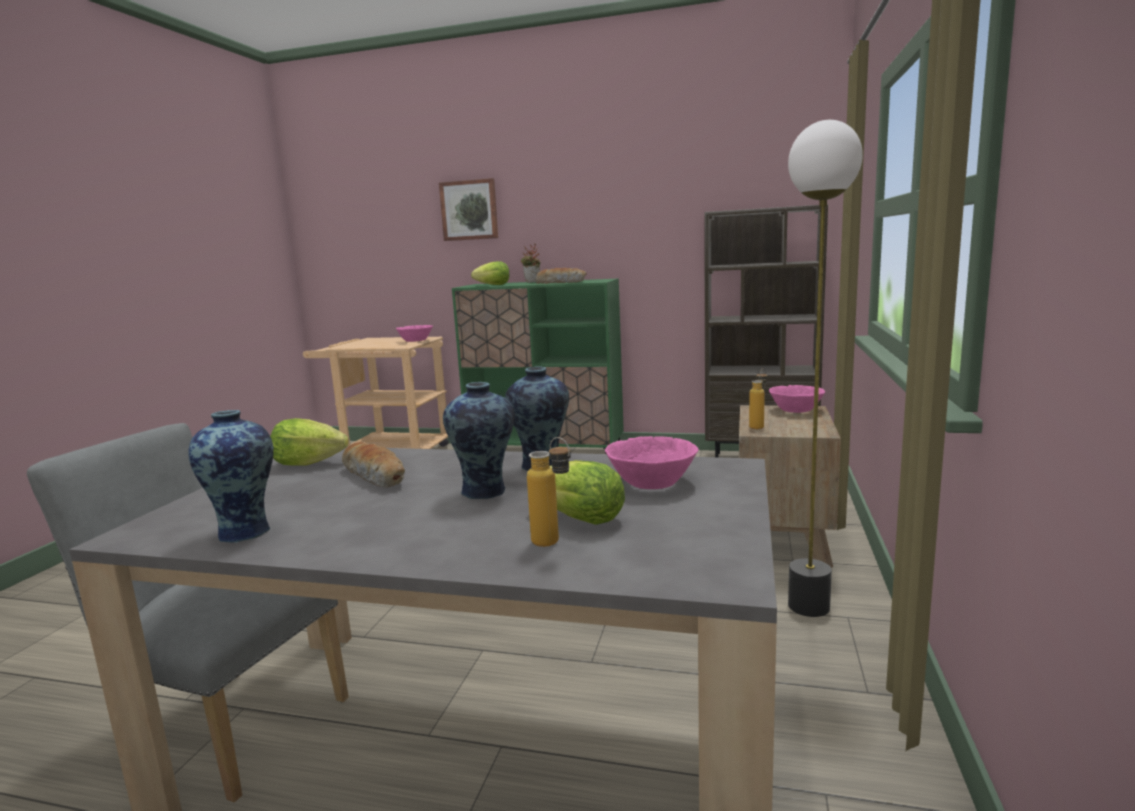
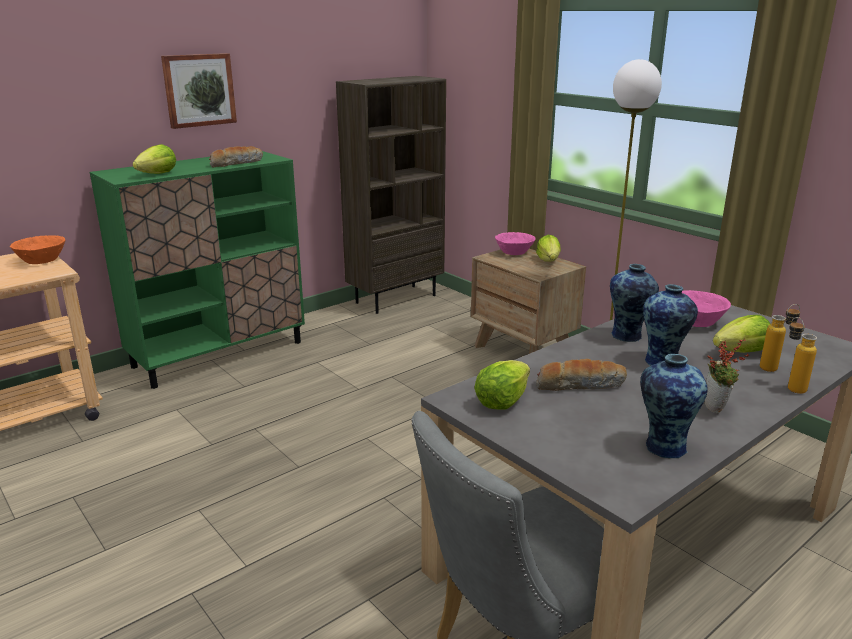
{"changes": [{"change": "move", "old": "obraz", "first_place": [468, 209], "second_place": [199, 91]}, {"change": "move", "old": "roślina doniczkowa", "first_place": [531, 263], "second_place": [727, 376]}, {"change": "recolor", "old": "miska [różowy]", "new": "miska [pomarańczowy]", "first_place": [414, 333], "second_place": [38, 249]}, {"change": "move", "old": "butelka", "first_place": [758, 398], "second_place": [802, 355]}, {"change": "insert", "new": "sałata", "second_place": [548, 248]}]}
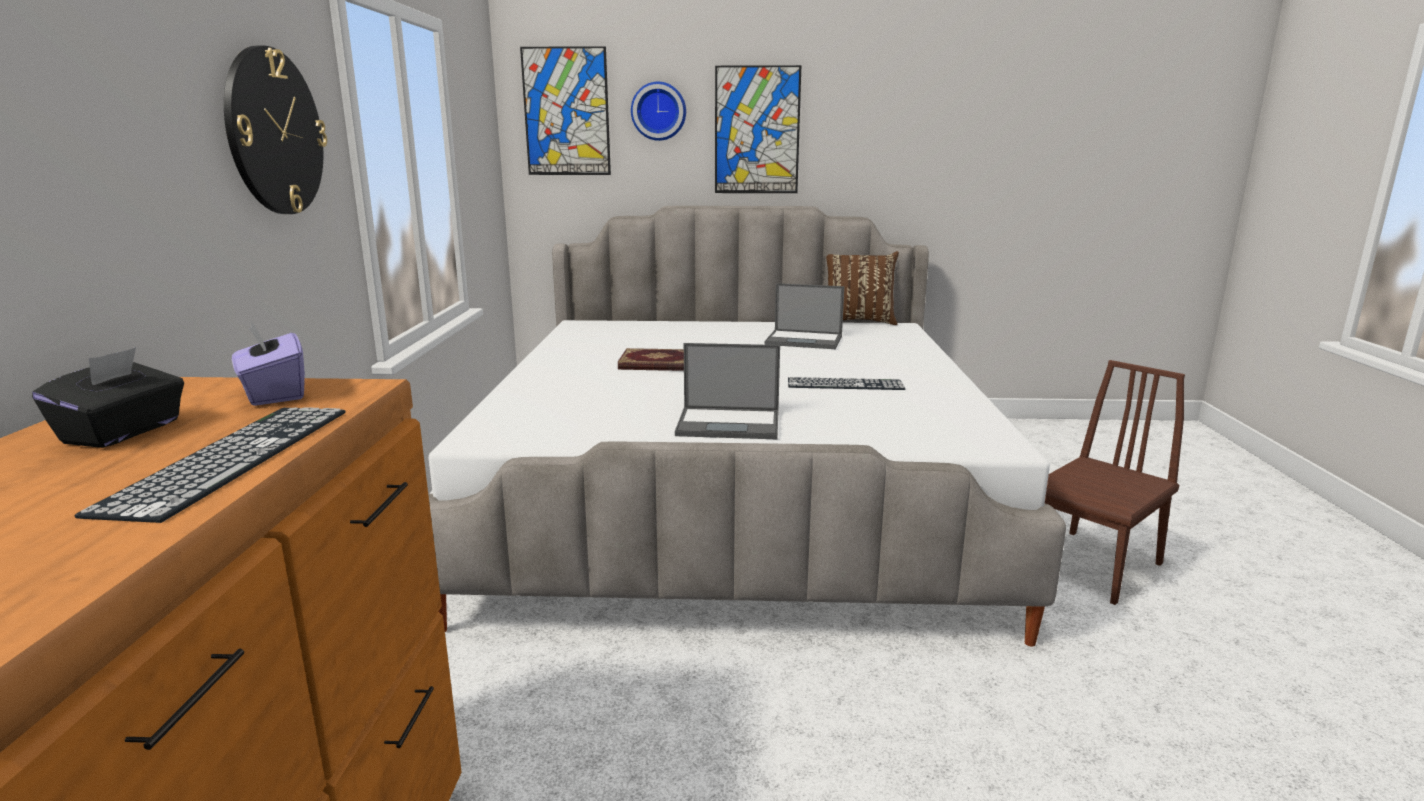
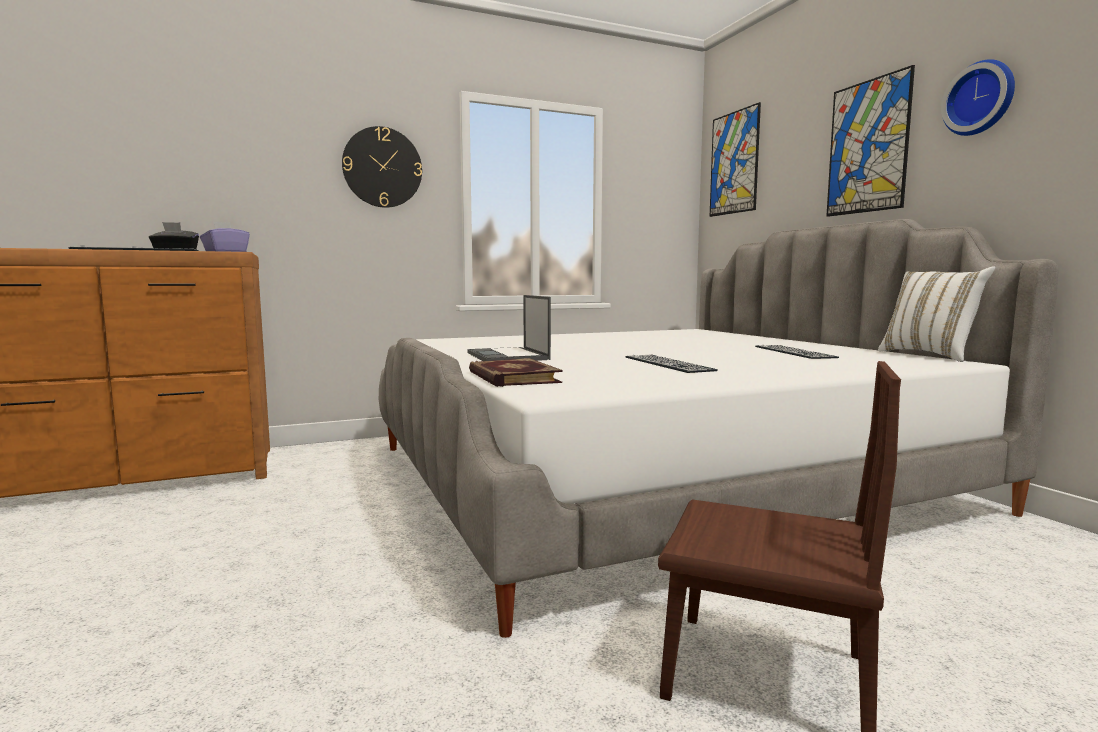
{"changes": [{"change": "move", "old": "zegar ścienny", "first_place": [658, 111], "second_place": [978, 97]}, {"change": "recolor", "old": "poduszka [brązowy]", "new": "poduszka [biały]", "first_place": [862, 288], "second_place": [937, 314]}, {"change": "replace", "old": "laptop", "new": "klawiatura", "first_place": [804, 316], "second_place": [797, 352]}, {"change": "move", "old": "książka", "first_place": [651, 359], "second_place": [515, 372]}]}
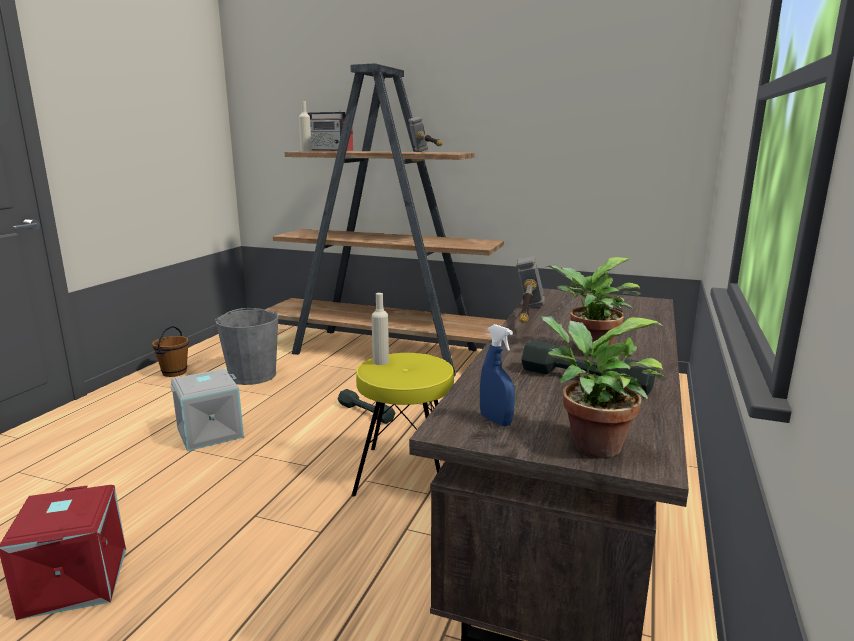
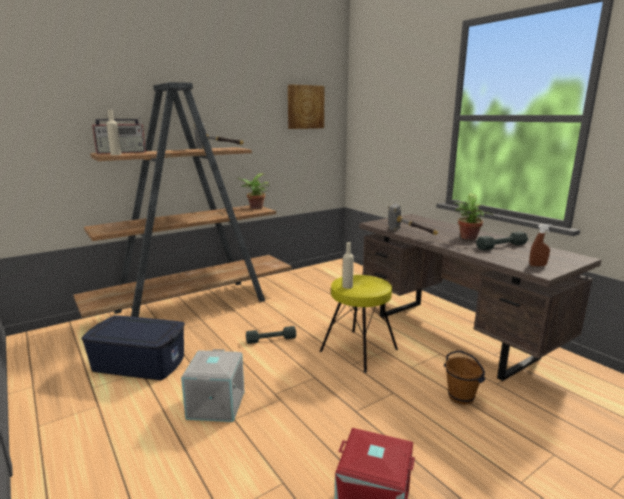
{"changes": [{"change": "replace", "old": "wiadro [szary]", "new": "pojemnik do przechowywania [niebieski]", "first_place": [246, 346], "second_place": [133, 347]}, {"change": "move", "old": "roślina doniczkowa", "first_place": [602, 386], "second_place": [253, 191]}, {"change": "recolor", "old": "spryskiwacz [niebieski]", "new": "spryskiwacz [brązowy]", "first_place": [497, 375], "second_place": [540, 245]}, {"change": "move", "old": "wiadro [brązowy]", "first_place": [170, 351], "second_place": [465, 378]}, {"change": "insert", "new": "obraz", "second_place": [306, 106]}]}
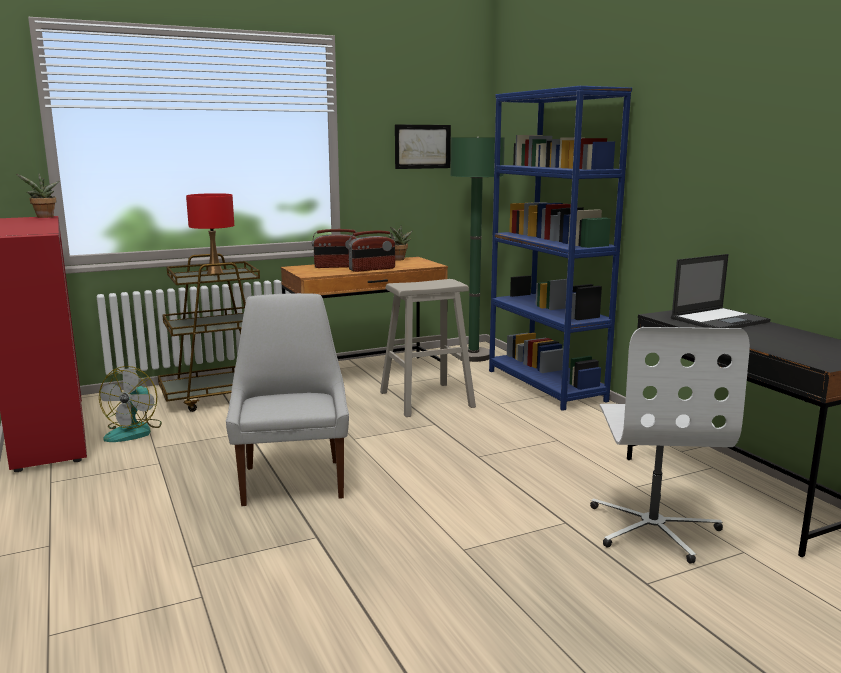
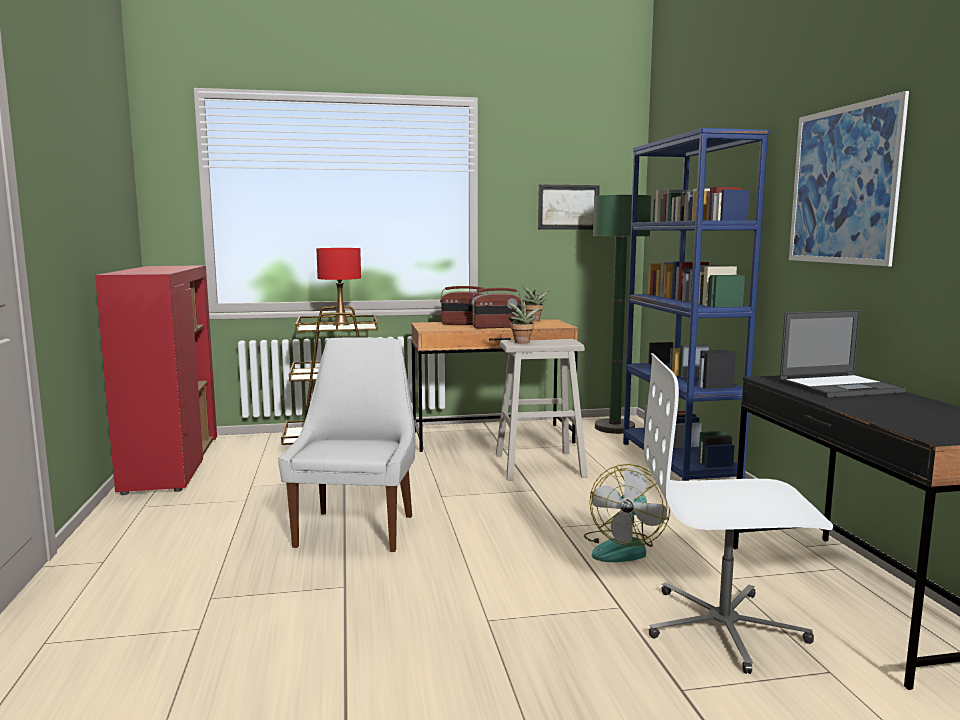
{"changes": [{"change": "move", "old": "roślina doniczkowa", "first_place": [38, 195], "second_place": [524, 321]}, {"change": "rotate", "old": "krzesło biurowe [biały]", "first_place": [670, 445], "second_place": [738, 513], "degrees": 75}, {"change": "move", "old": "wentylator", "first_place": [130, 404], "second_place": [627, 513]}, {"change": "insert", "new": "obraz", "second_place": [849, 178]}]}
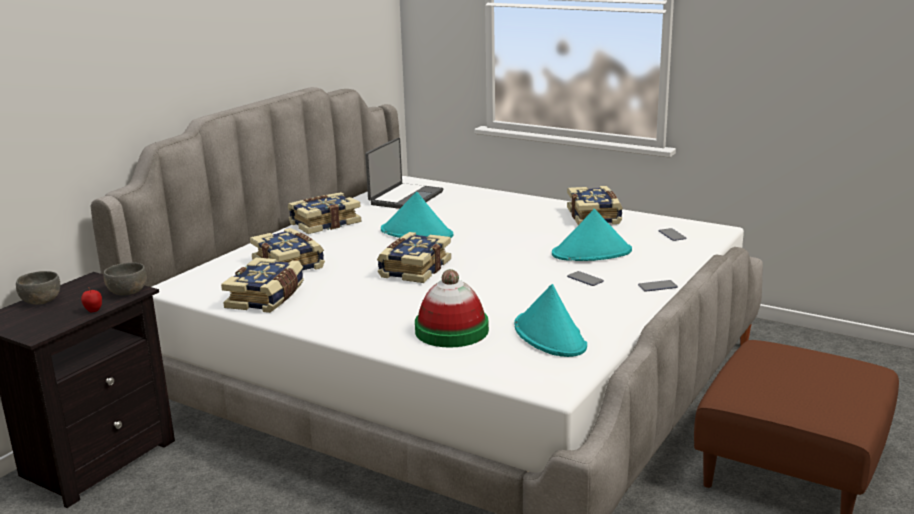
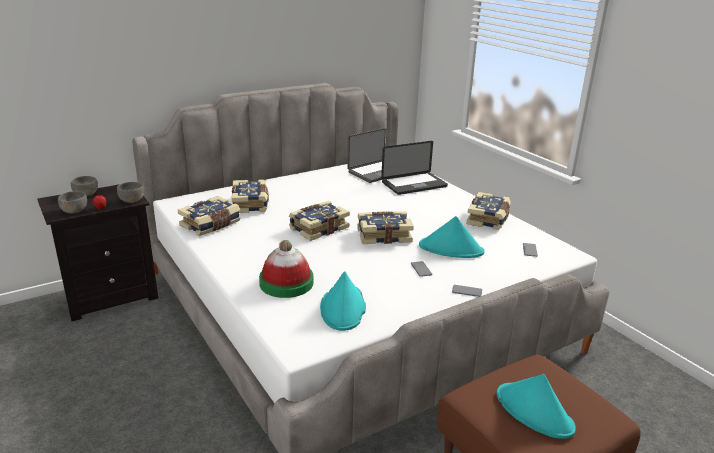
{"changes": [{"change": "move", "old": "książka", "first_place": [324, 213], "second_place": [385, 227]}, {"change": "move", "old": "kapelusz [turkusowy]", "first_place": [417, 215], "second_place": [536, 406]}, {"change": "insert", "new": "laptop", "second_place": [414, 168]}, {"change": "insert", "new": "miska [szary]", "second_place": [72, 202]}]}
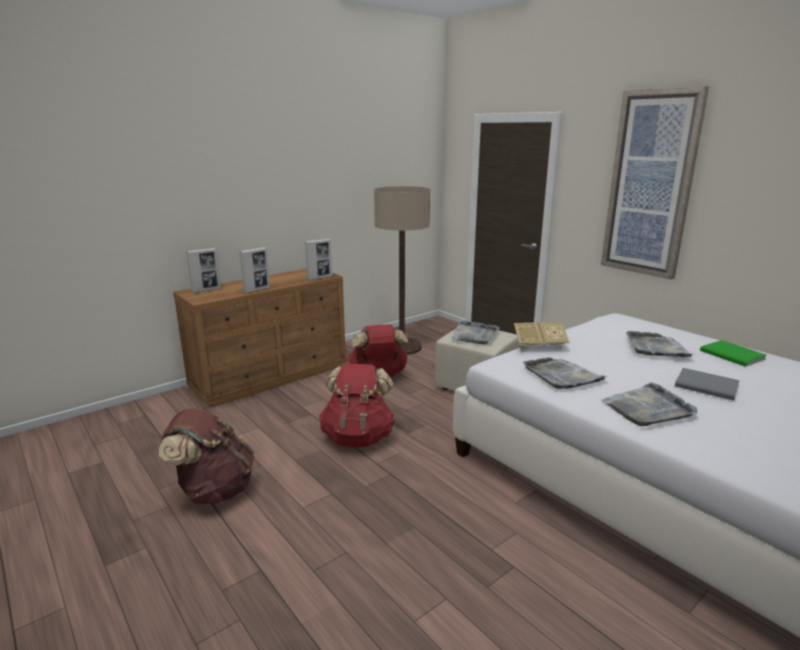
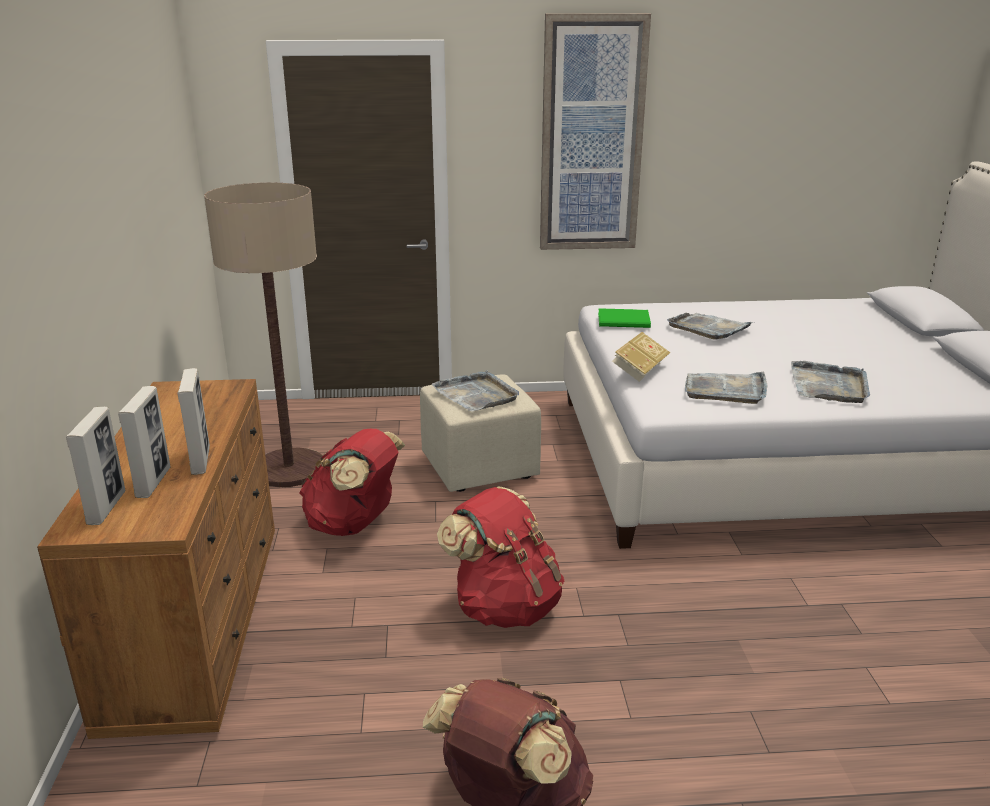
{"changes": [{"change": "move", "old": "ramka na zdjęcie", "first_place": [318, 259], "second_place": [144, 442]}, {"change": "move", "old": "książka [zielony]", "first_place": [733, 353], "second_place": [624, 318]}, {"change": "delete", "old": "książka [szary]", "first_place": [707, 384]}]}
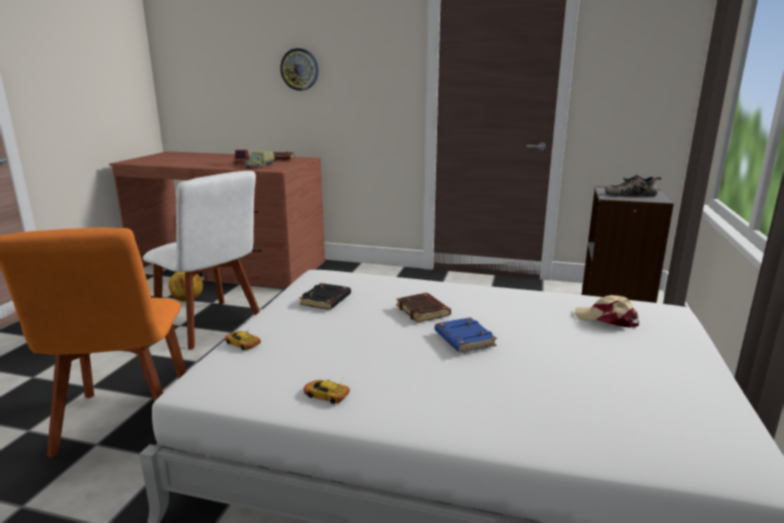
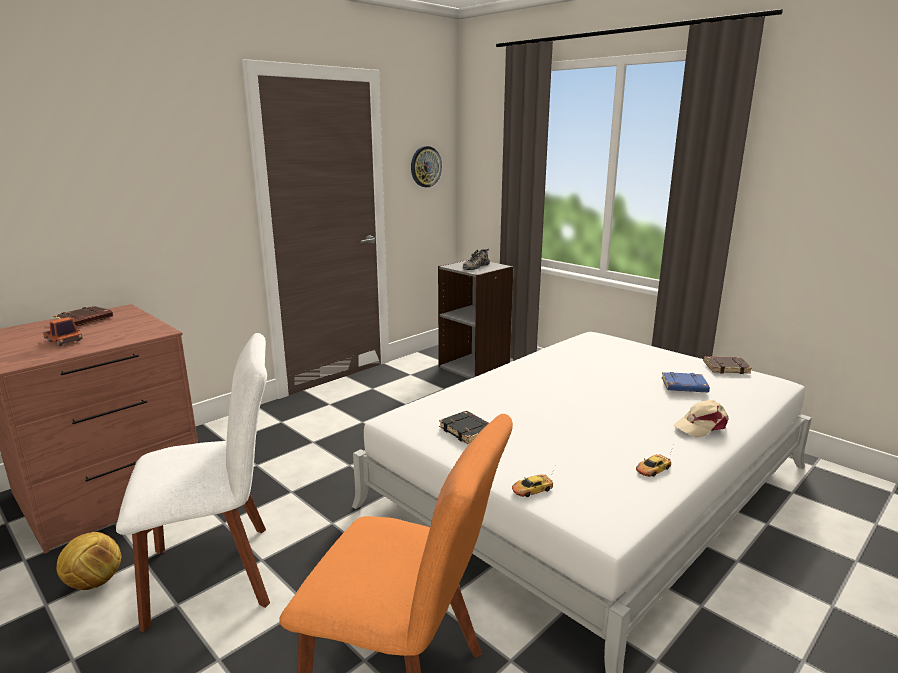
{"changes": [{"change": "move", "old": "zegar ścienny", "first_place": [299, 69], "second_place": [426, 166]}, {"change": "delete", "old": "ciężarówka zabawkowa", "first_place": [260, 159]}, {"change": "move", "old": "książka [brązowy]", "first_place": [423, 308], "second_place": [727, 365]}, {"change": "move", "old": "czapka z daszkiem [beżowy]", "first_place": [606, 311], "second_place": [701, 418]}, {"change": "move", "old": "książka [niebieski]", "first_place": [466, 335], "second_place": [686, 382]}]}
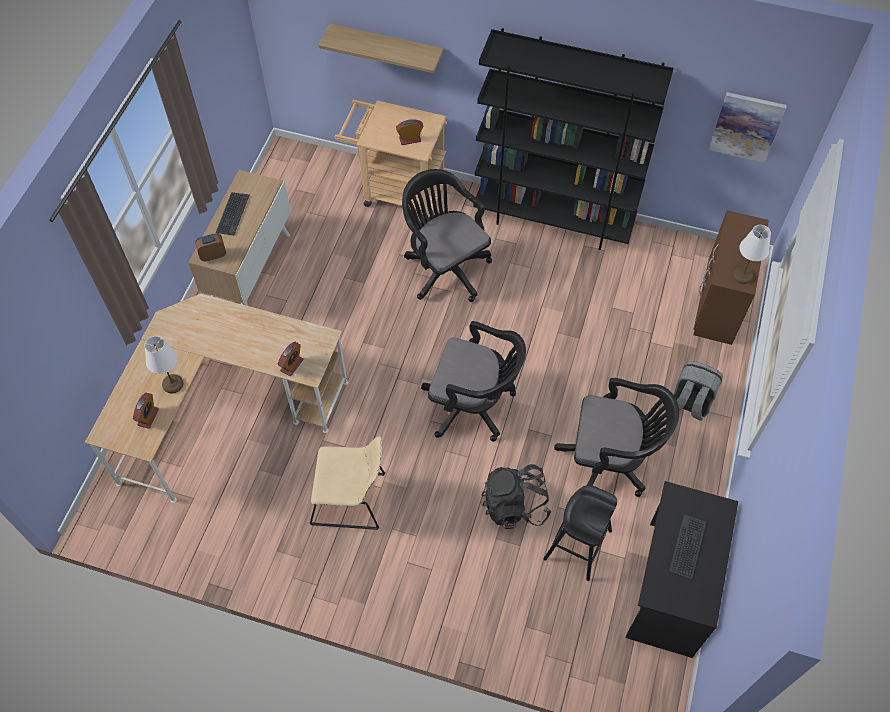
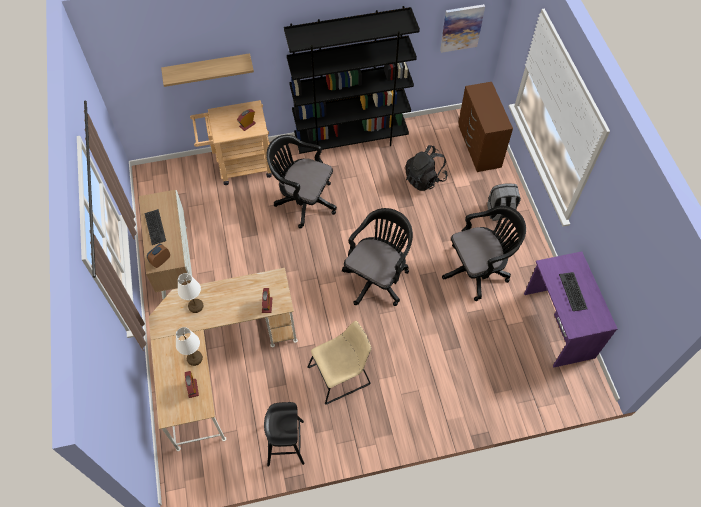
{"changes": [{"change": "move", "old": "lampa stołowa [biały]", "first_place": [752, 254], "second_place": [191, 293]}, {"change": "rotate", "old": "krzesło biurowe [czarny]", "first_place": [473, 381], "second_place": [377, 257], "degrees": -45}, {"change": "move", "old": "plecak [czarny]", "first_place": [516, 496], "second_place": [426, 168]}, {"change": "recolor", "old": "biurko [czarny]", "new": "biurko [fioletowy]", "first_place": [682, 569], "second_place": [570, 309]}, {"change": "move", "old": "stołek [czarny]", "first_place": [580, 533], "second_place": [284, 434]}]}
